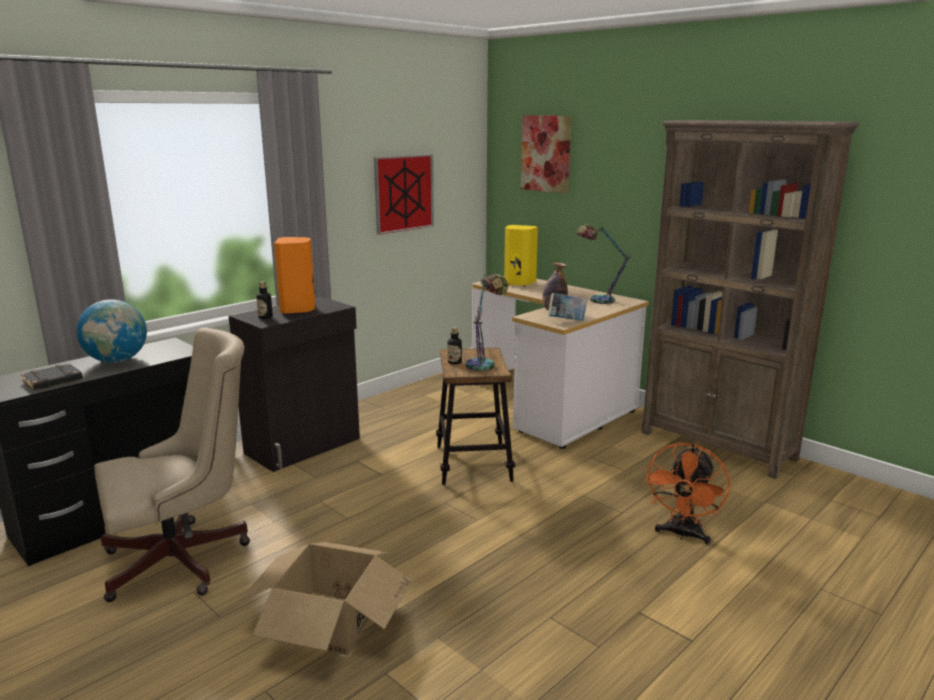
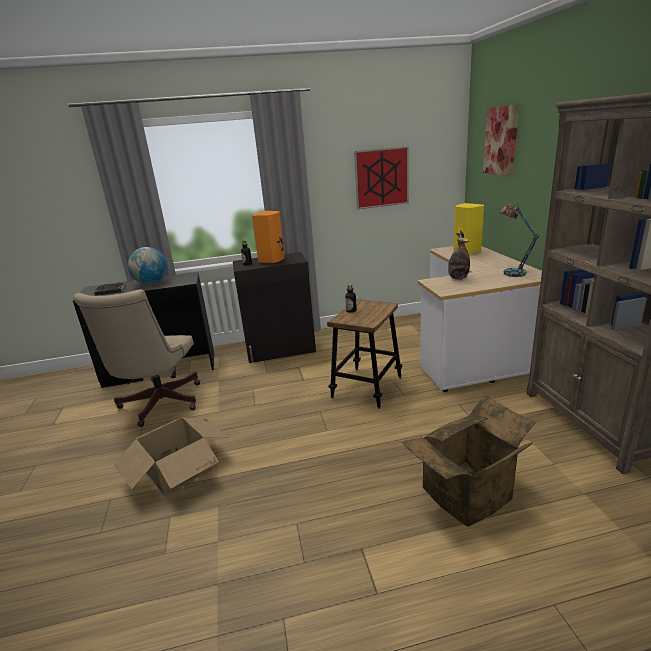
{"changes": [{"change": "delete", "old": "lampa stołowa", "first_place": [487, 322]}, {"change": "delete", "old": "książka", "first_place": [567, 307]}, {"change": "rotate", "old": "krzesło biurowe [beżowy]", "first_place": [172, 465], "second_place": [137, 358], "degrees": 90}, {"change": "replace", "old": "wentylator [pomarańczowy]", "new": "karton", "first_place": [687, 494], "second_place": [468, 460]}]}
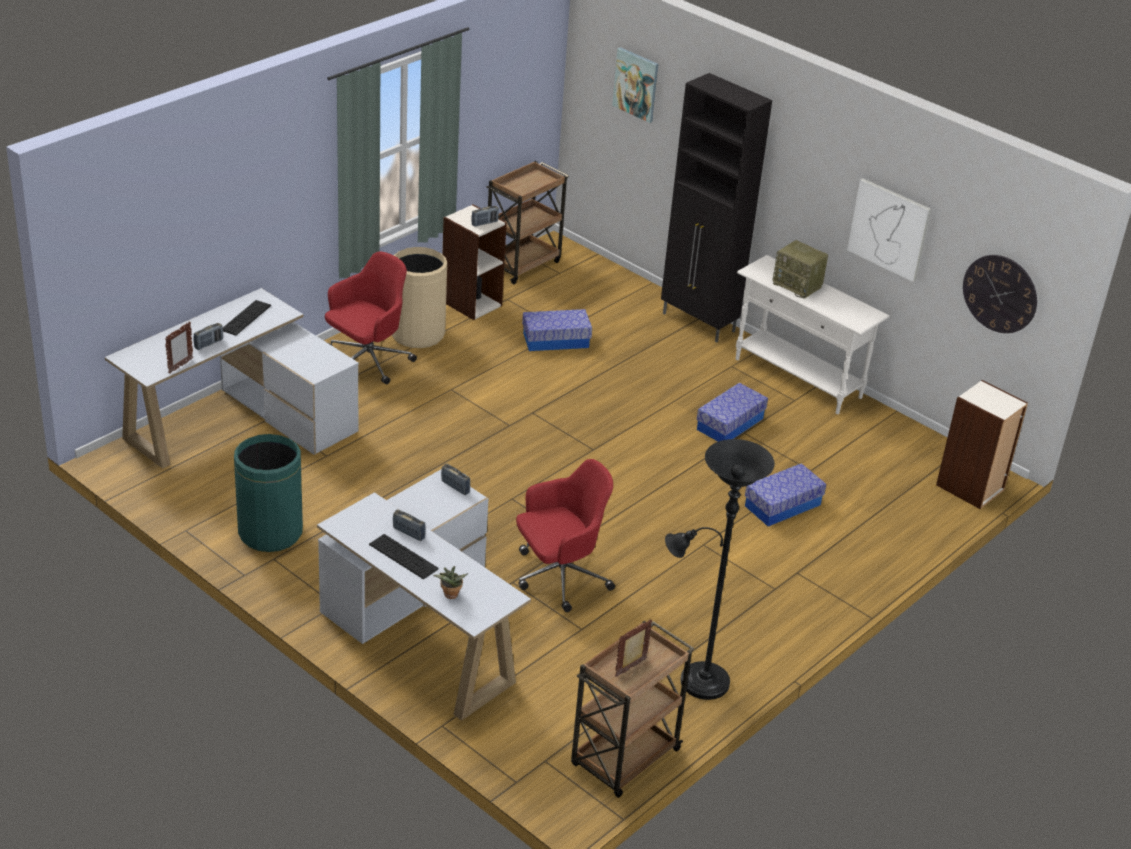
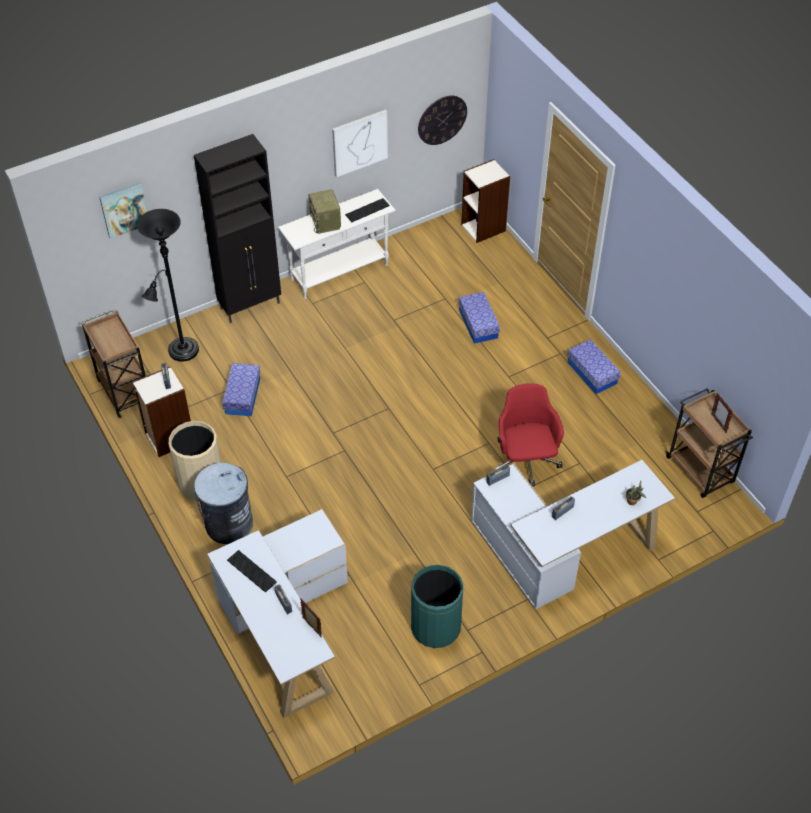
{"changes": [{"change": "rotate", "old": "radio", "first_place": [800, 269], "second_place": [325, 211], "degrees": 105}, {"change": "replace", "old": "krzesło biurowe [czerwony]", "new": "kosz na śmieci [szary]", "first_place": [371, 318], "second_place": [223, 503]}, {"change": "move", "old": "pojemnik do przechowywania", "first_place": [732, 412], "second_place": [594, 366]}, {"change": "move", "old": "lampa stojąca [czarny]", "first_place": [720, 569], "second_place": [168, 285]}, {"change": "move", "old": "klawiatura", "first_place": [404, 556], "second_place": [367, 210]}]}
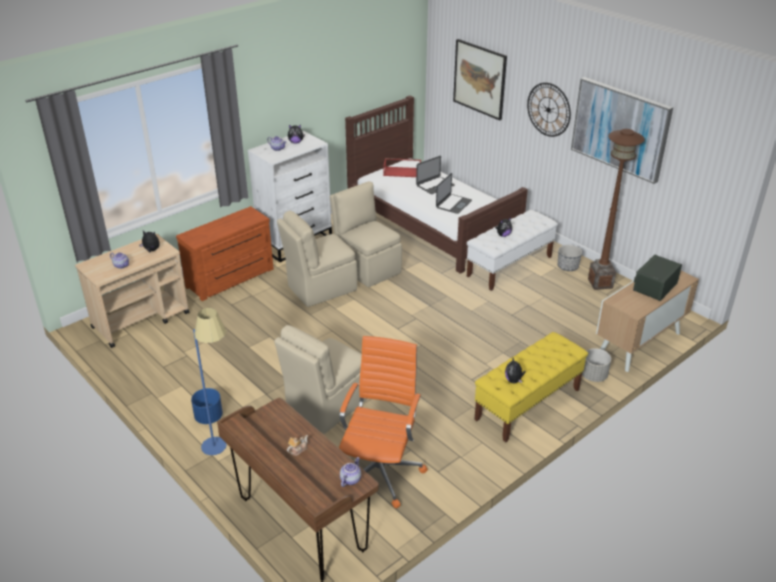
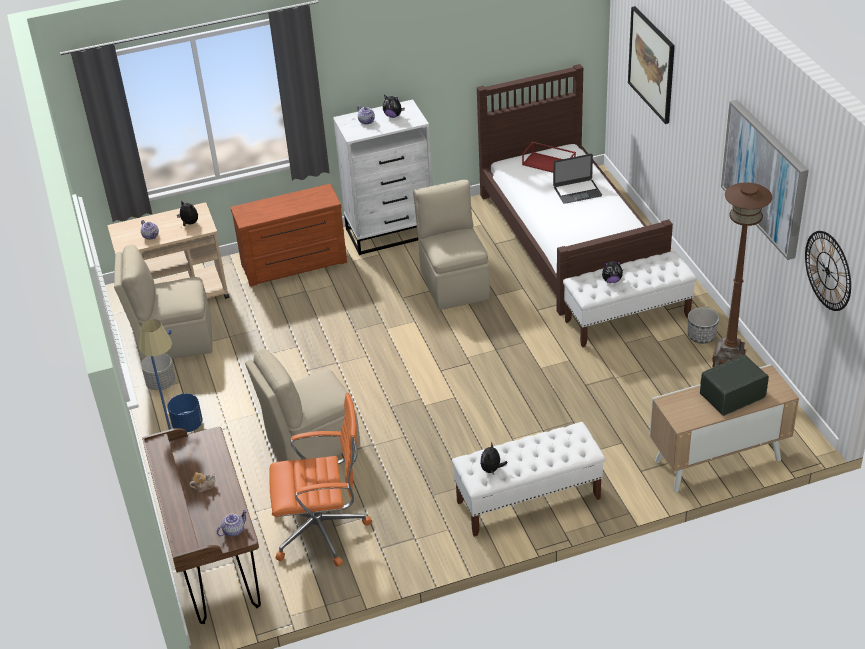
{"changes": [{"change": "move", "old": "zegar ścienny", "first_place": [549, 110], "second_place": [828, 271]}, {"change": "delete", "old": "laptop", "first_place": [454, 193]}, {"change": "move", "old": "krzesło [beżowy]", "first_place": [317, 259], "second_place": [163, 303]}, {"change": "recolor", "old": "ławka [żółty]", "new": "ławka [biały]", "first_place": [531, 387], "second_place": [528, 479]}, {"change": "rotate", "old": "krzesło biurowe [pomarańczowy]", "first_place": [383, 422], "second_place": [321, 480], "degrees": 45}, {"change": "move", "old": "donica [szary]", "first_place": [596, 365], "second_place": [158, 372]}]}
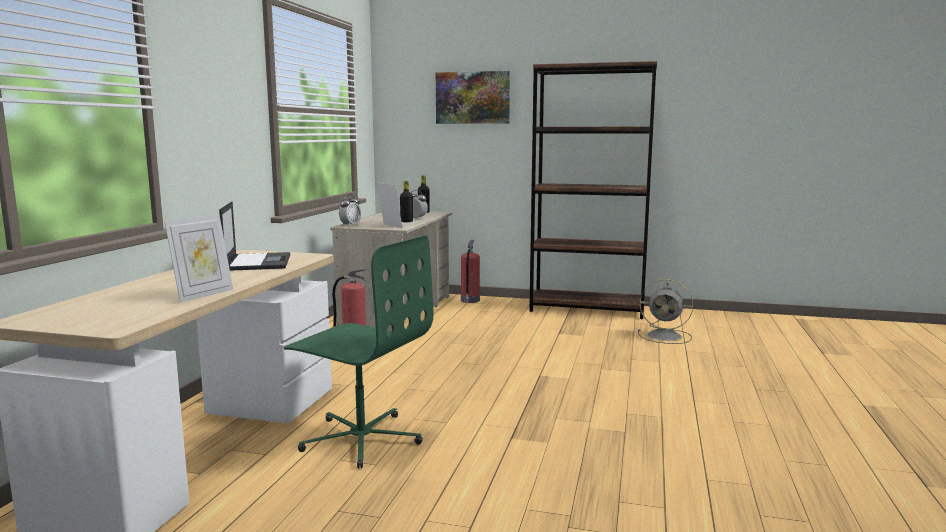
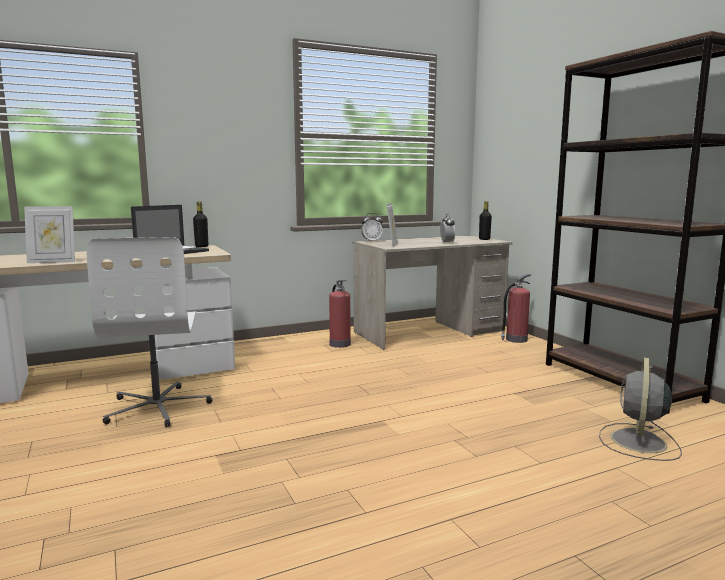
{"changes": [{"change": "delete", "old": "obraz", "first_place": [473, 97]}, {"change": "move", "old": "butelka [czarny]", "first_place": [406, 201], "second_place": [200, 224]}, {"change": "recolor", "old": "krzesło biurowe [zielony]", "new": "krzesło biurowe [biały]", "first_place": [358, 351], "second_place": [149, 332]}, {"change": "rotate", "old": "wentylator [szary]", "first_place": [665, 311], "second_place": [640, 409], "degrees": 45}]}
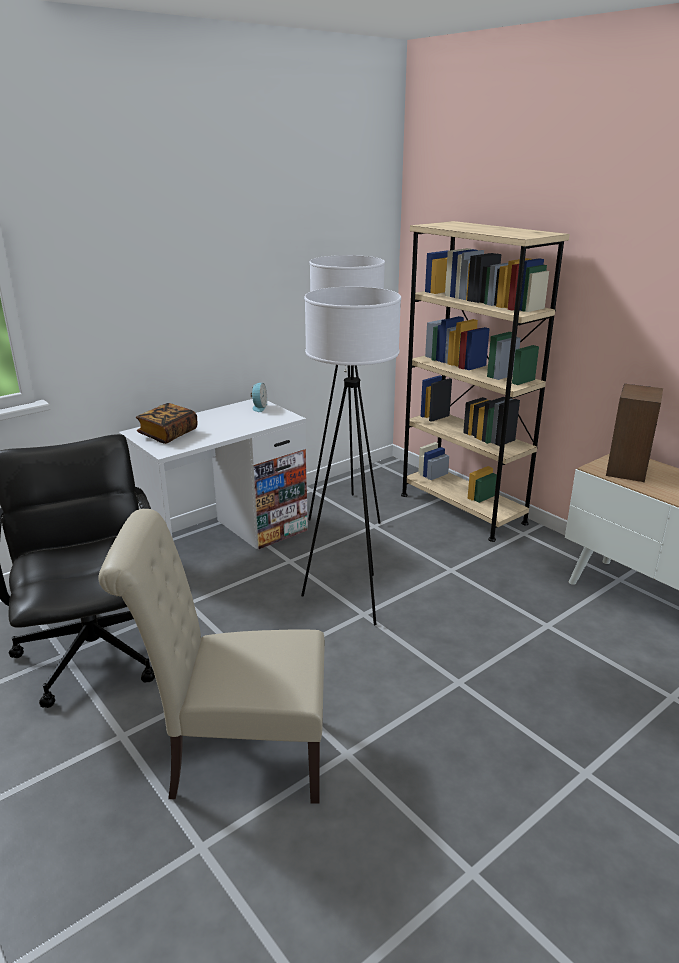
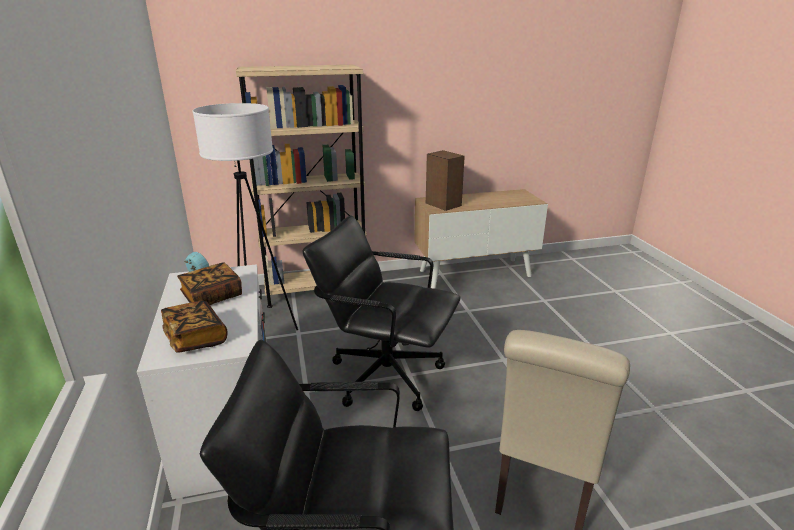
{"changes": [{"change": "replace", "old": "lampa stojąca [biały]", "new": "krzesło biurowe [czarny]", "first_place": [351, 456], "second_place": [382, 313]}, {"change": "insert", "new": "książka", "second_place": [209, 283]}]}
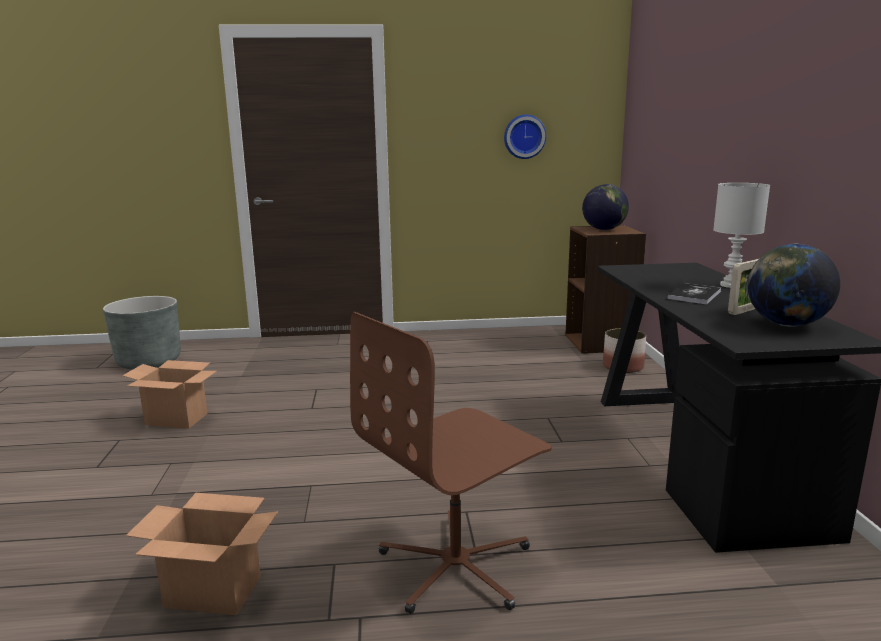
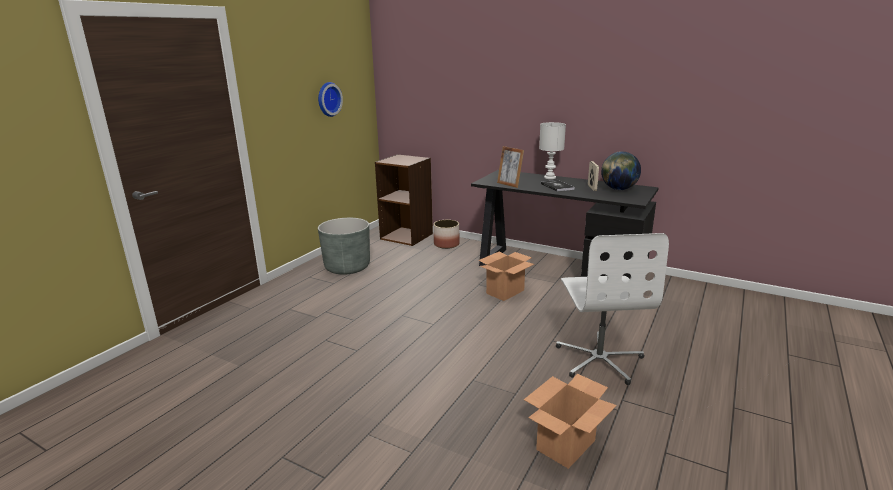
{"changes": [{"change": "delete", "old": "globus", "first_place": [605, 207]}, {"change": "move", "old": "donica [szary]", "first_place": [142, 333], "second_place": [344, 246]}, {"change": "recolor", "old": "krzesło biurowe [brązowy]", "new": "krzesło biurowe [biały]", "first_place": [451, 463], "second_place": [612, 309]}, {"change": "move", "old": "karton", "first_place": [169, 394], "second_place": [506, 276]}, {"change": "insert", "new": "ramka na zdjęcie", "second_place": [510, 167]}]}
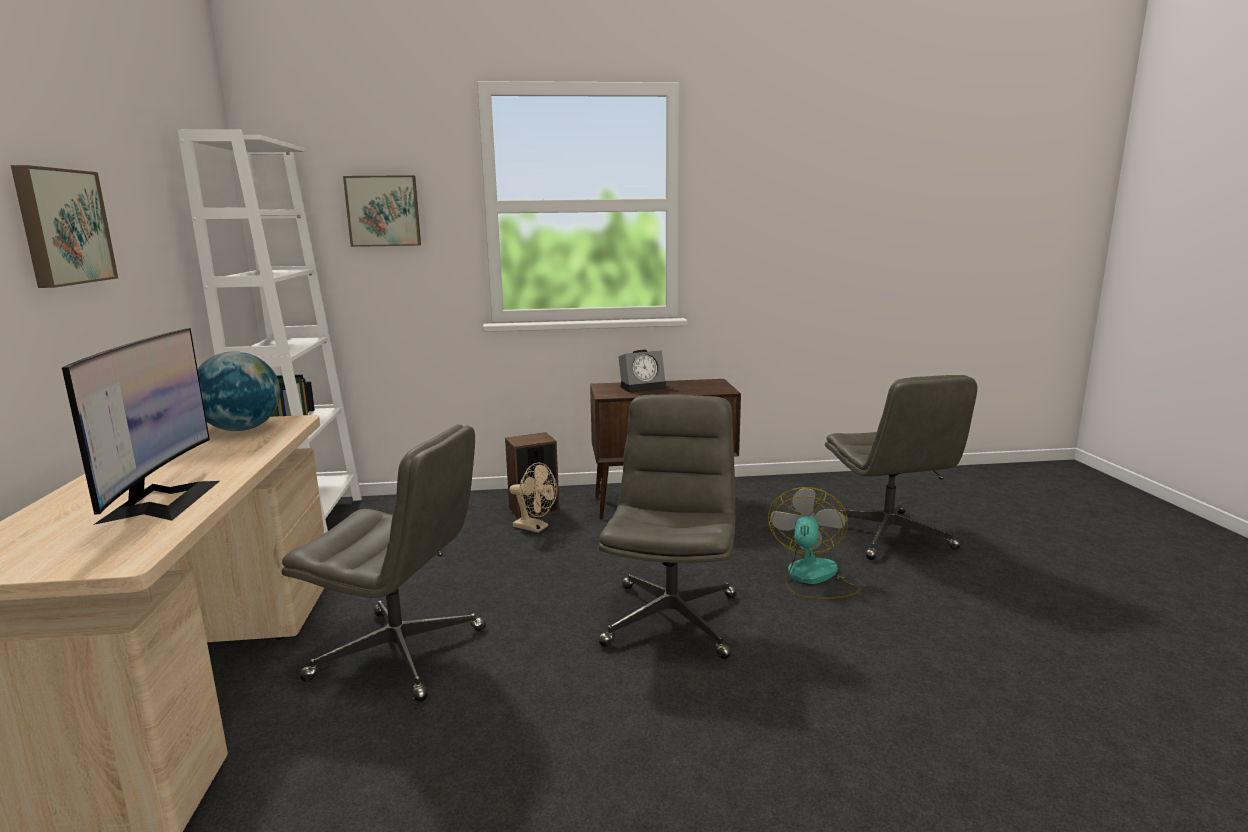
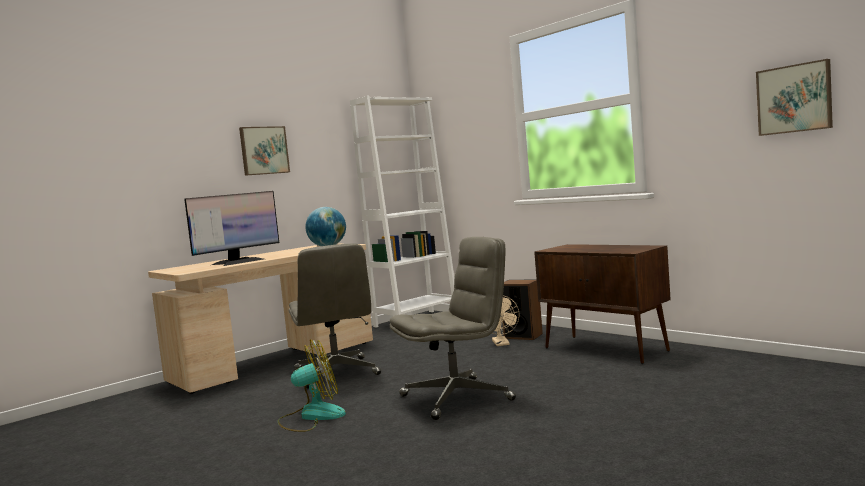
{"changes": [{"change": "move", "old": "obraz", "first_place": [382, 211], "second_place": [794, 97]}, {"change": "delete", "old": "budzik", "first_place": [642, 371]}, {"change": "delete", "old": "krzesło biurowe [szary]", "first_place": [901, 467]}, {"change": "move", "old": "wentylator", "first_place": [814, 543], "second_place": [311, 385]}]}
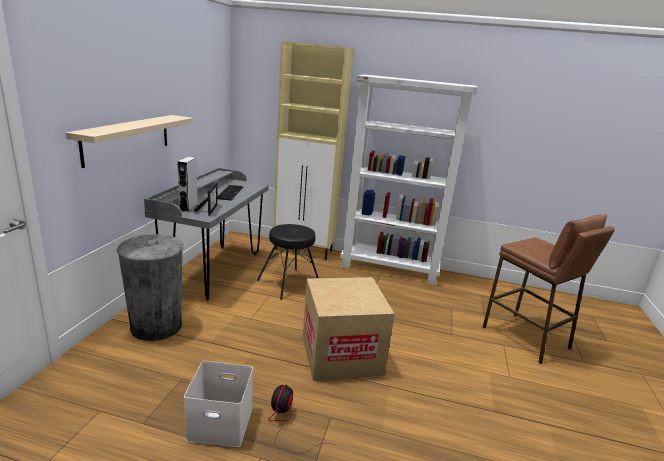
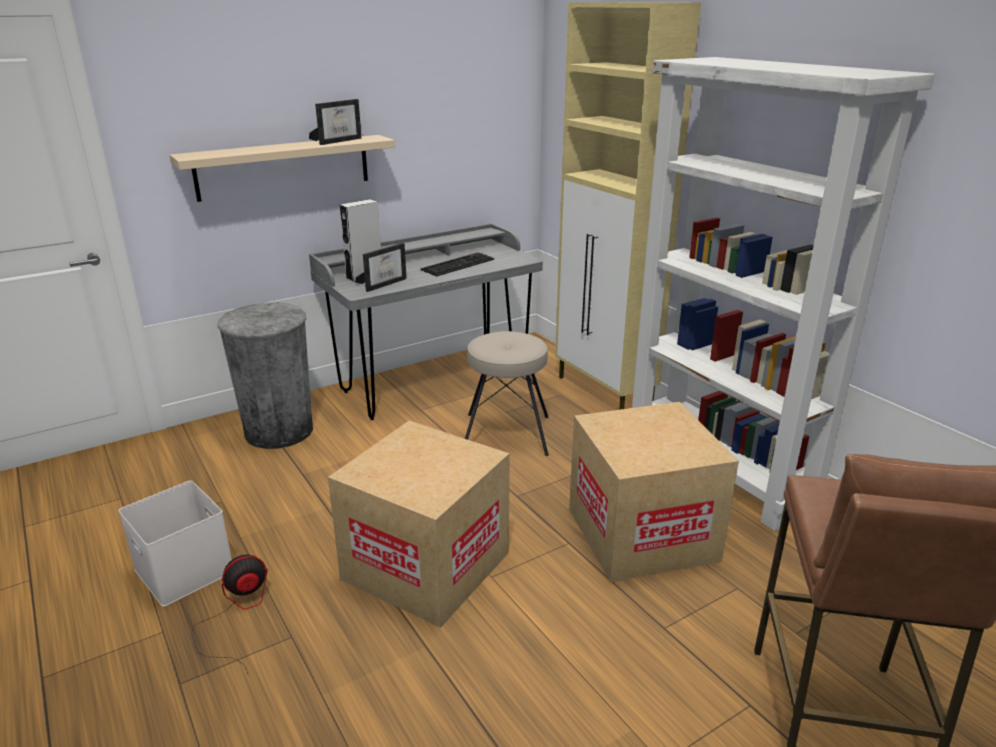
{"changes": [{"change": "recolor", "old": "stołek [czarny]", "new": "stołek [beżowy]", "first_place": [287, 262], "second_place": [507, 393]}, {"change": "insert", "new": "ramka na zdjęcie", "second_place": [335, 122]}, {"change": "insert", "new": "karton", "second_place": [654, 492]}]}
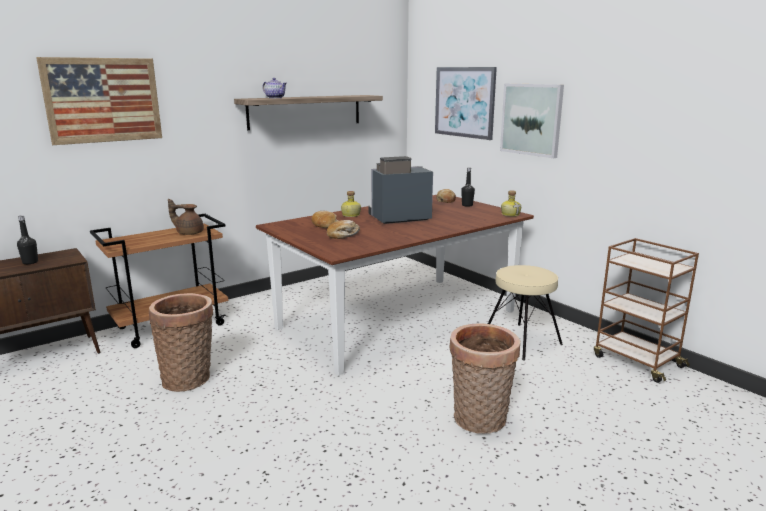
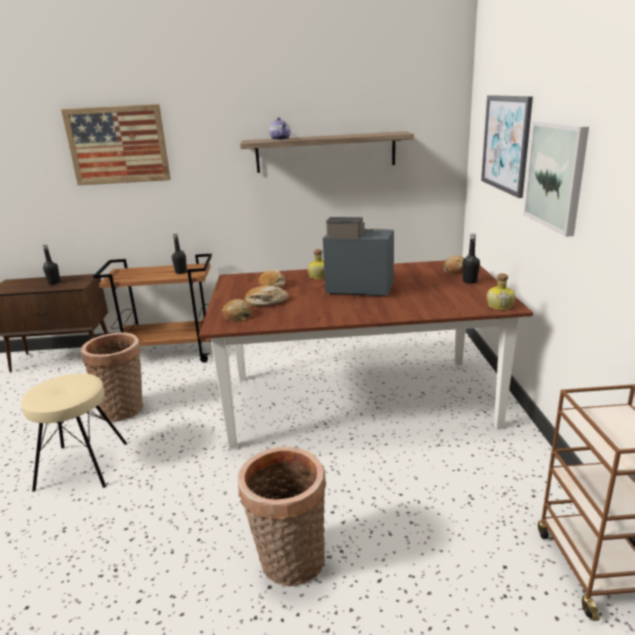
{"changes": [{"change": "replace", "old": "imbryk [brązowy]", "new": "butelka [czarny]", "first_place": [186, 217], "second_place": [179, 253]}, {"change": "move", "old": "stołek [beżowy]", "first_place": [525, 313], "second_place": [74, 432]}, {"change": "insert", "new": "chleb", "second_place": [237, 310]}]}
